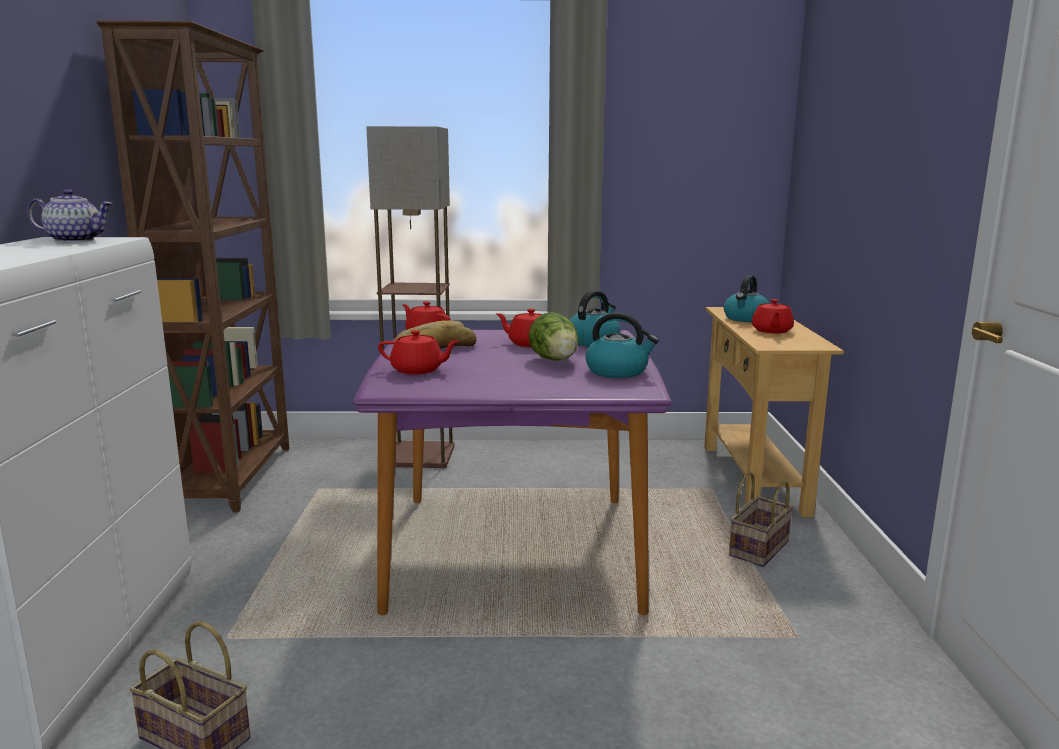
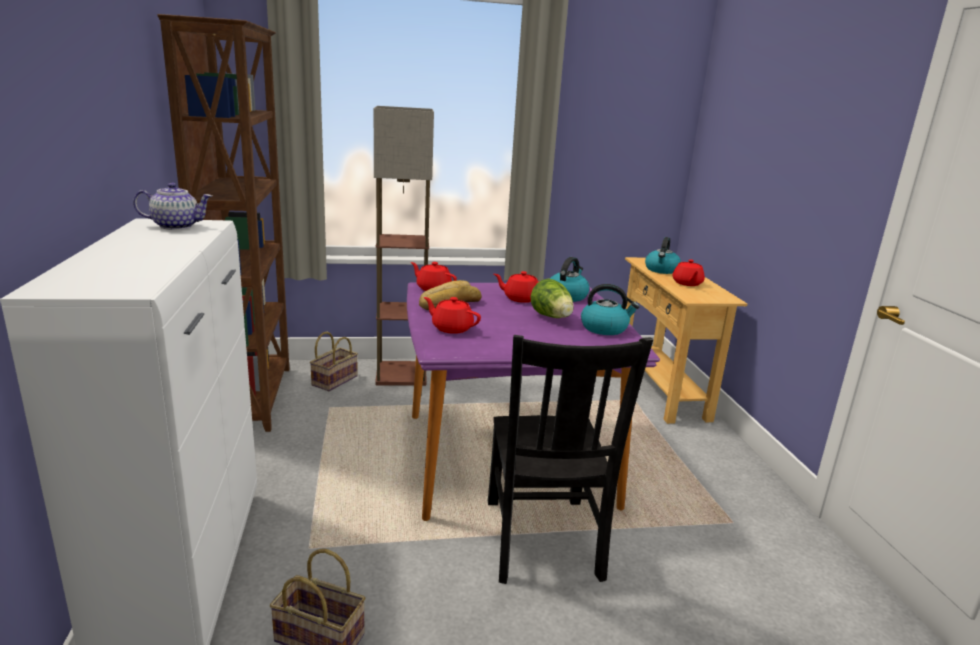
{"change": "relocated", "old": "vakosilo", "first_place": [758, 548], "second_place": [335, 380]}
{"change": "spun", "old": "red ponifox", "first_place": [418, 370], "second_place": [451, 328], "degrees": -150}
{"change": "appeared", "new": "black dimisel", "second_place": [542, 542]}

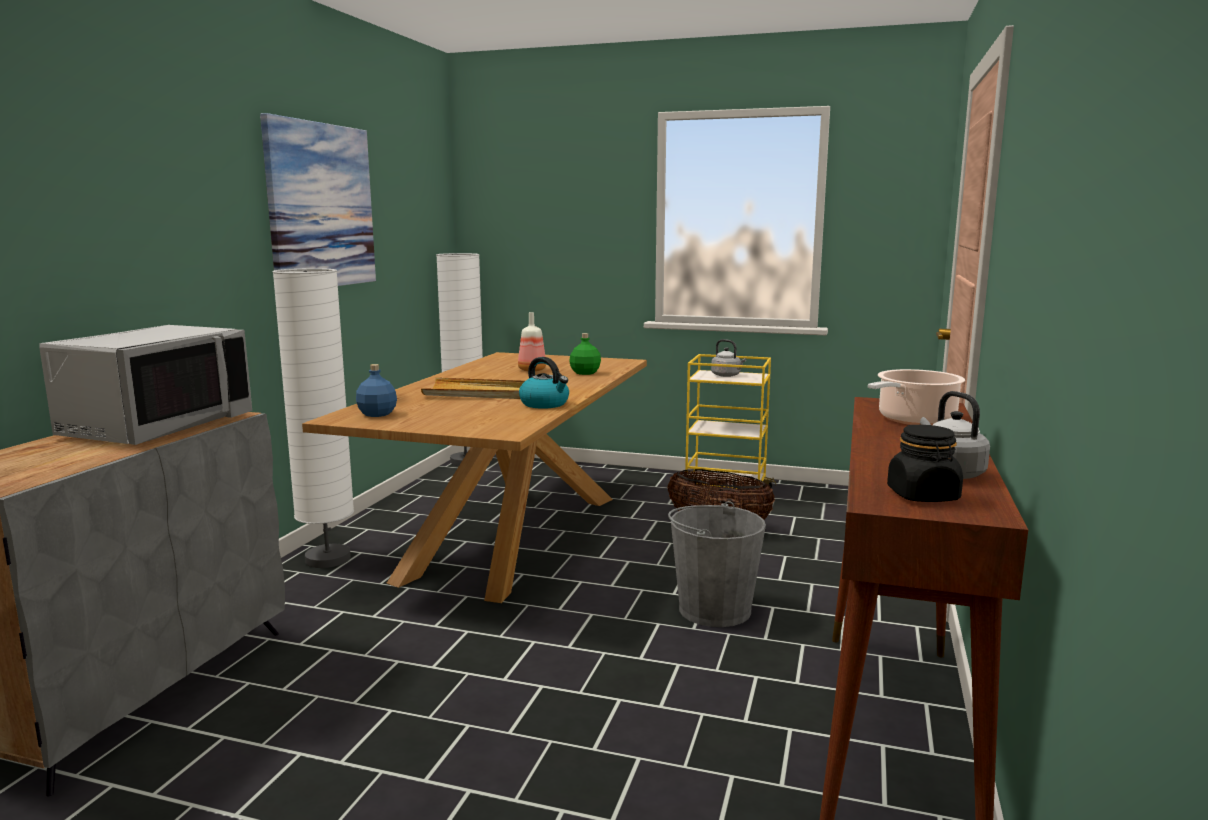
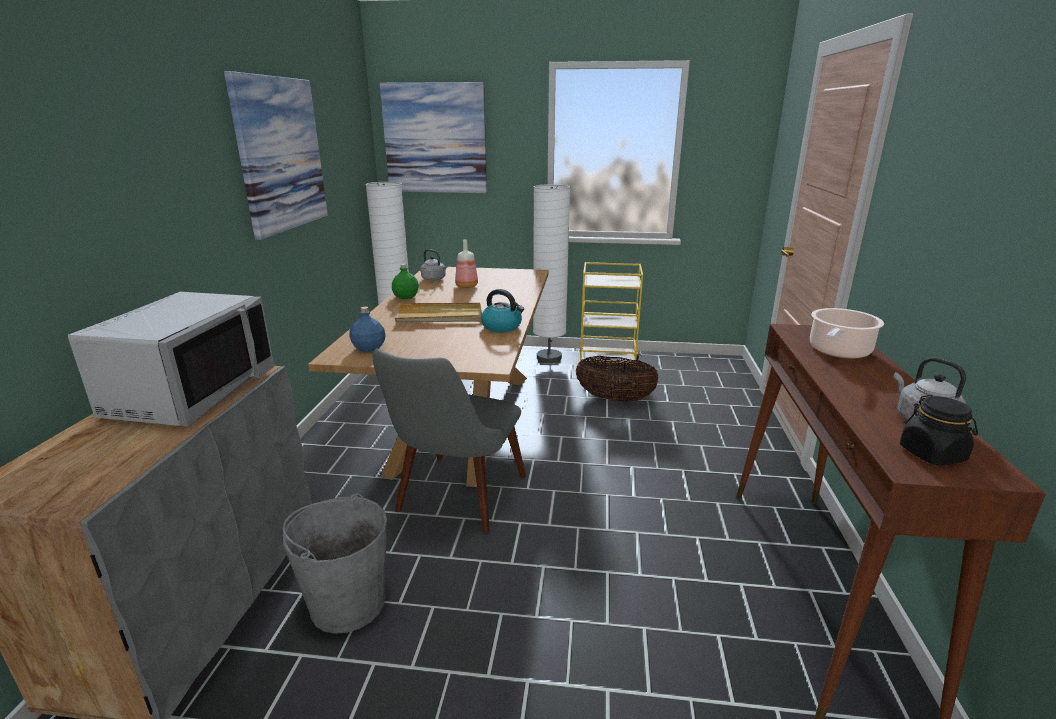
{"change": "relocated", "old": "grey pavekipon", "first_place": [714, 609], "second_place": [347, 603]}
{"change": "appeared", "new": "grey dimisel", "second_place": [455, 502]}
{"change": "appeared", "new": "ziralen", "second_place": [435, 139]}
{"change": "relocated", "old": "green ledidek", "first_place": [585, 373], "second_place": [405, 296]}
{"change": "relocated", "old": "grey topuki", "first_place": [727, 375], "second_place": [435, 279]}
{"change": "relocated", "old": "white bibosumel", "first_place": [328, 559], "second_place": [549, 358]}

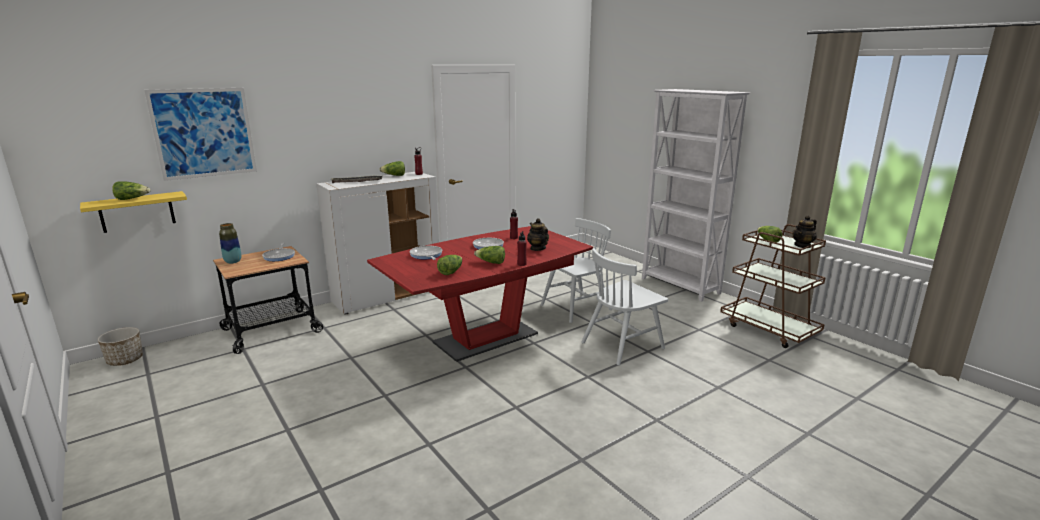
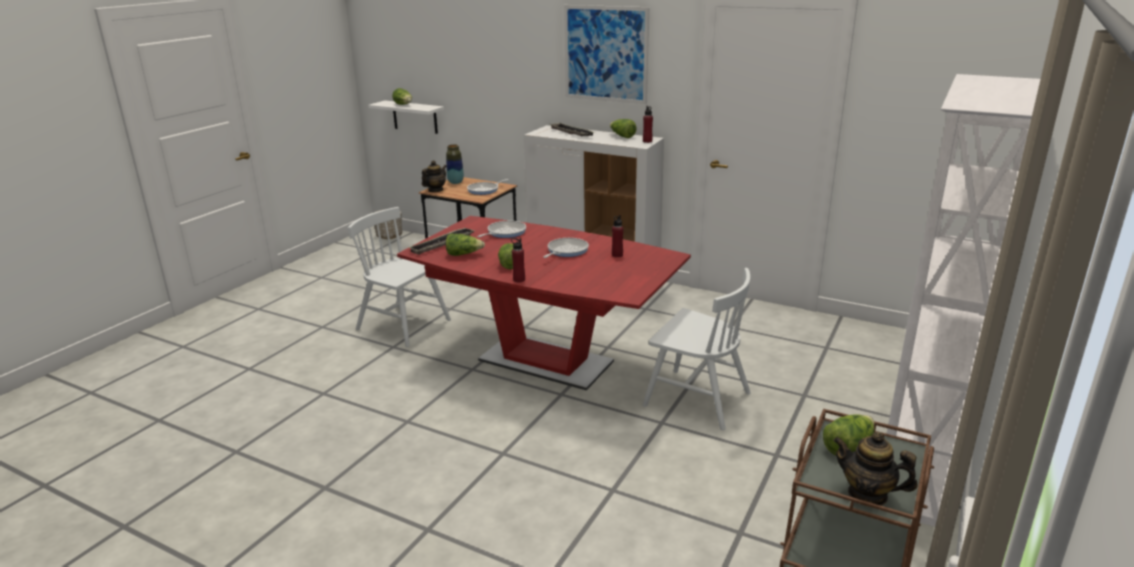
{"change": "relocated", "old": "white dimisel", "first_place": [622, 345], "second_place": [404, 325]}
{"change": "colour", "old": "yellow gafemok", "new": "white gafemok", "first_place": [137, 212], "second_place": [415, 117]}
{"change": "appeared", "new": "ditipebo", "second_place": [442, 244]}
{"change": "relocated", "old": "ponifox", "first_place": [537, 248], "second_place": [435, 190]}
{"change": "relocated", "old": "ziralen", "first_place": [204, 133], "second_place": [605, 54]}

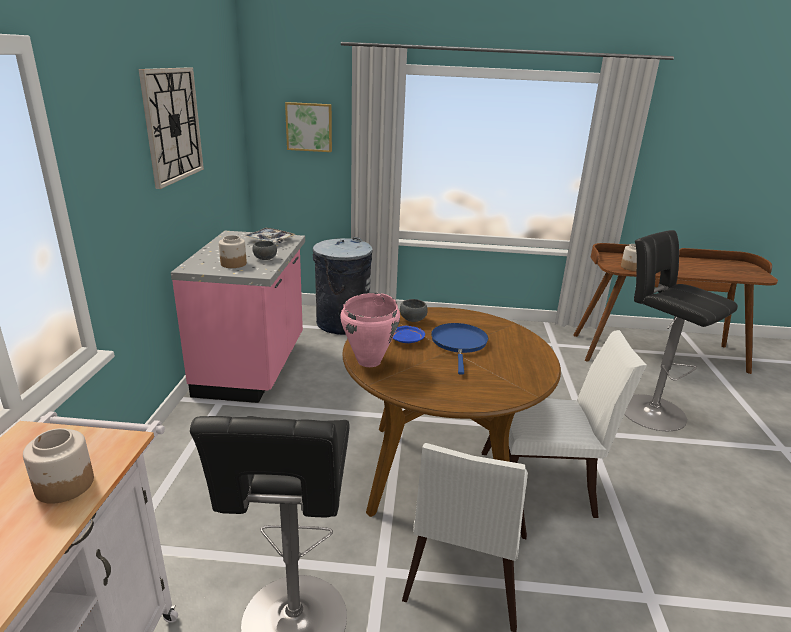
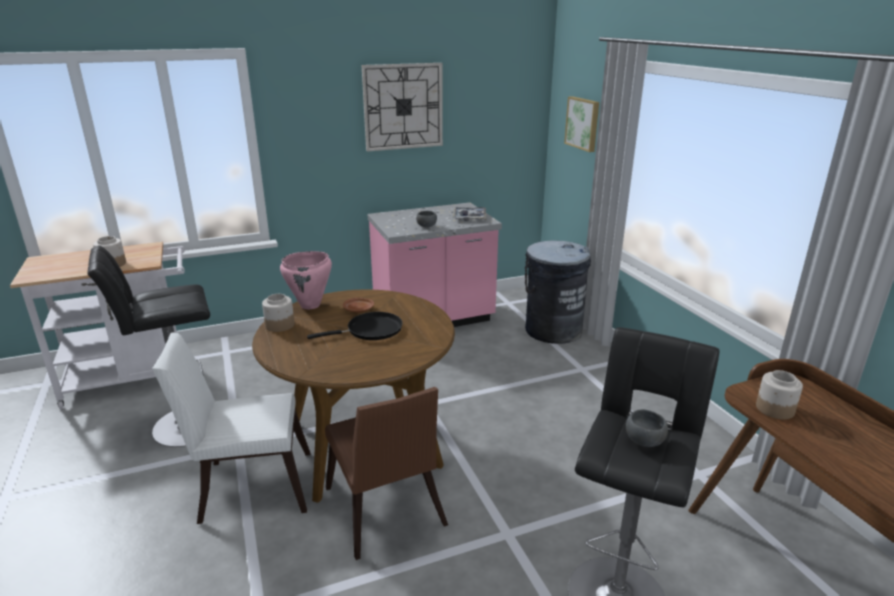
{"change": "relocated", "old": "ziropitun", "first_place": [233, 264], "second_place": [279, 325]}
{"change": "colour", "old": "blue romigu", "new": "black romigu", "first_place": [459, 344], "second_place": [370, 330]}
{"change": "colour", "old": "white dimisel", "new": "brown dimisel", "first_place": [545, 485], "second_place": [385, 513]}
{"change": "colour", "old": "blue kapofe", "new": "brown kapofe", "first_place": [407, 340], "second_place": [359, 310]}
{"change": "relocated", "old": "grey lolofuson", "first_place": [412, 320], "second_place": [643, 441]}

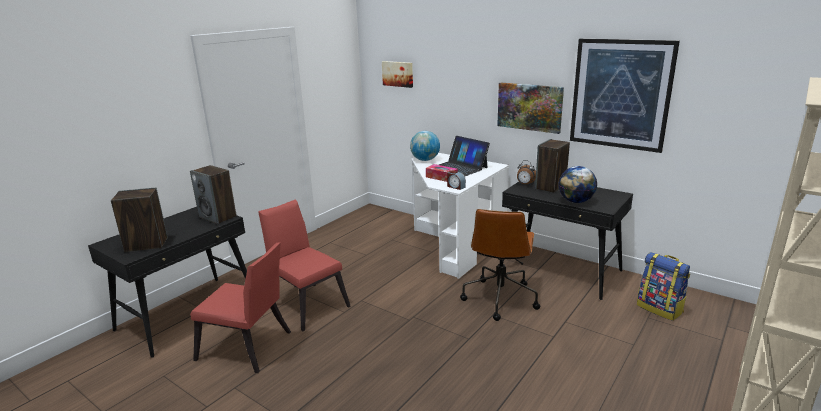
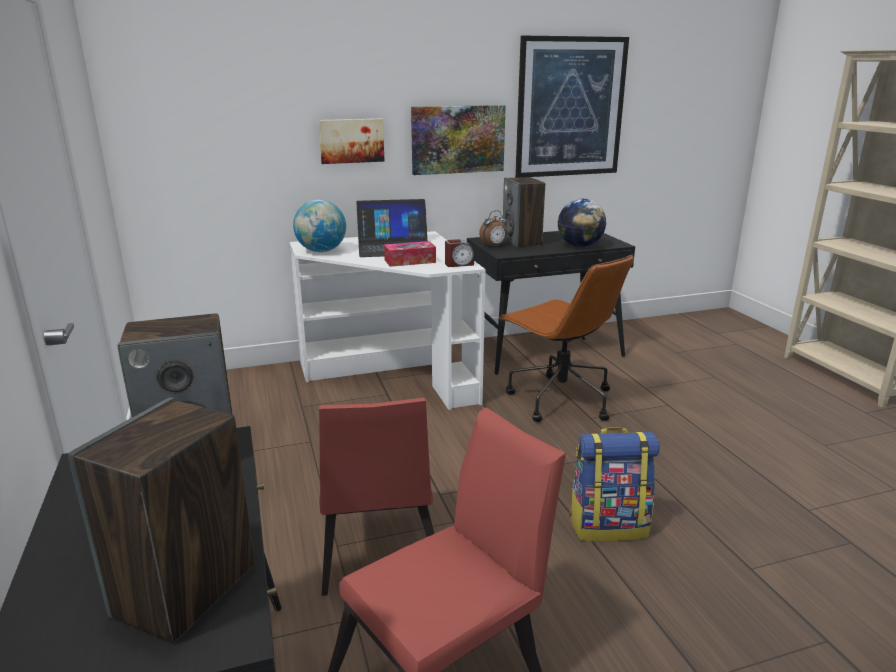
{"change": "relocated", "old": "ziralen", "first_place": [398, 74], "second_place": [351, 140]}
{"change": "spun", "old": "red dimisel", "first_place": [306, 303], "second_place": [378, 551], "degrees": -90}
{"change": "relocated", "old": "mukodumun", "first_place": [660, 309], "second_place": [608, 525]}

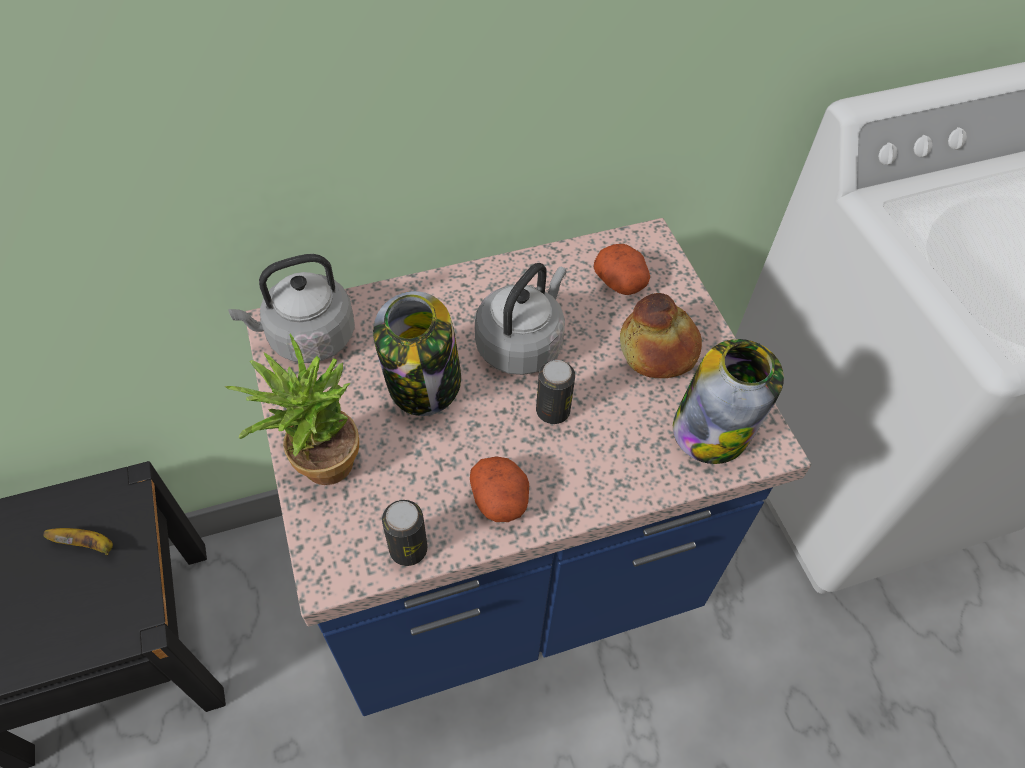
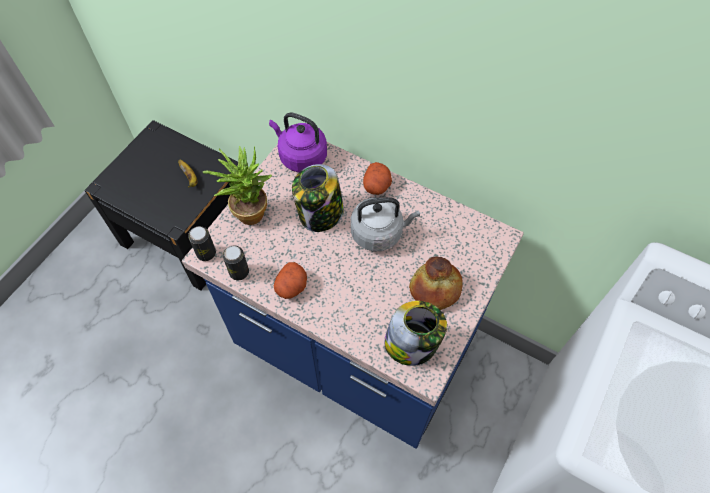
{"change": "relocated", "old": "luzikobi", "first_place": [553, 411], "second_place": [206, 253]}
{"change": "colour", "old": "grey topuki", "new": "purple topuki", "first_place": [307, 338], "second_place": [301, 157]}
{"change": "relocated", "old": "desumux", "first_place": [621, 282], "second_place": [377, 186]}

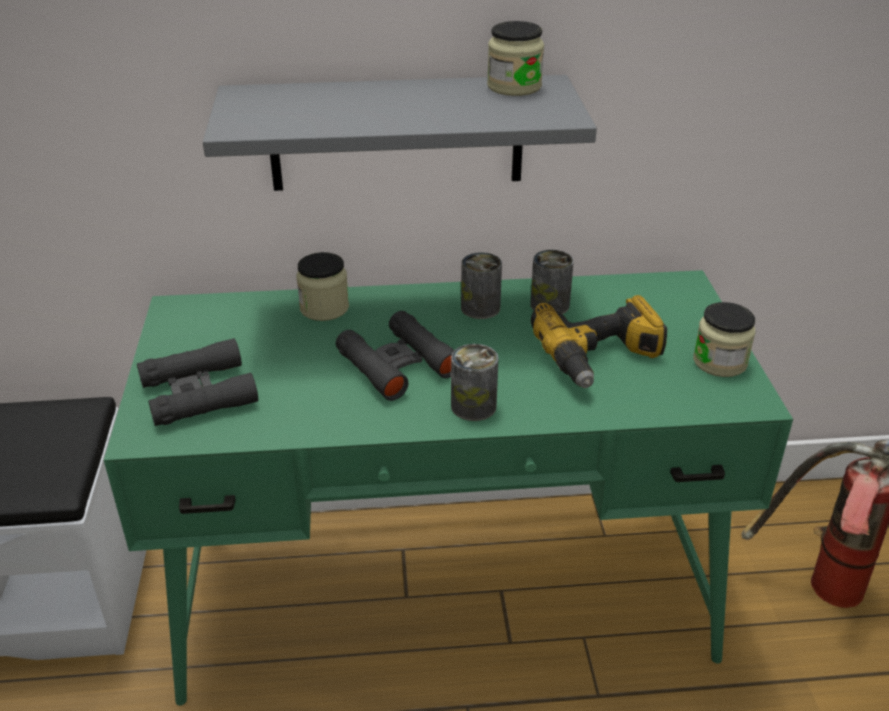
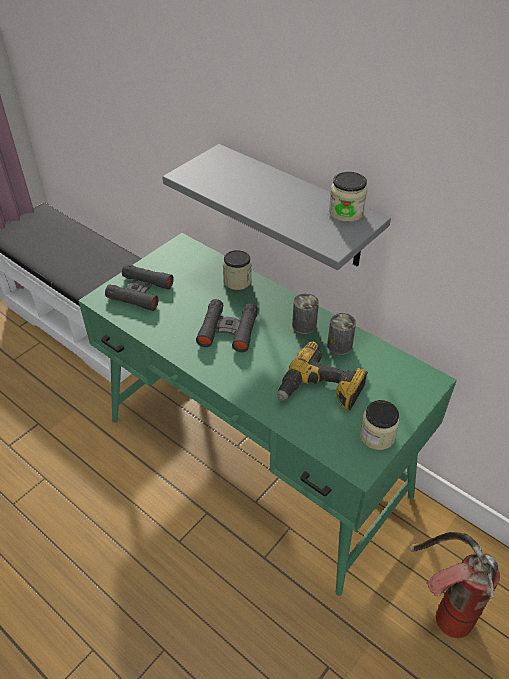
{"change": "missing", "old": "luzikobi", "first_place": [473, 406]}

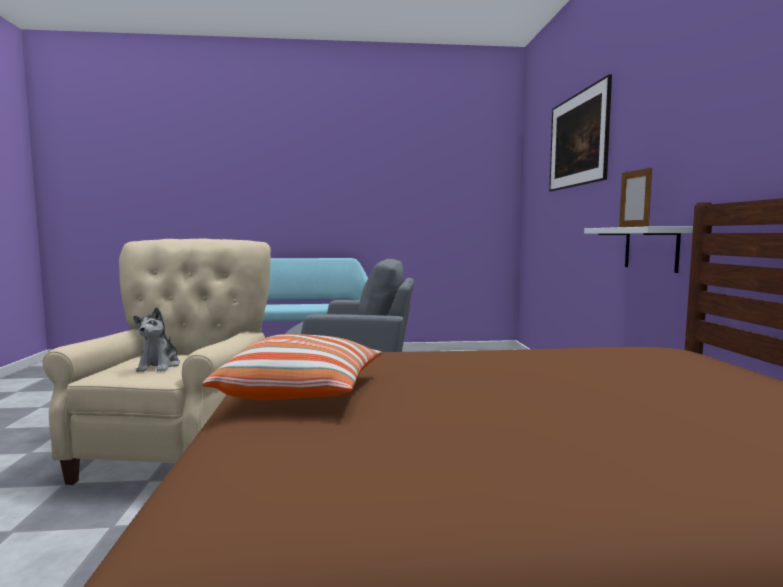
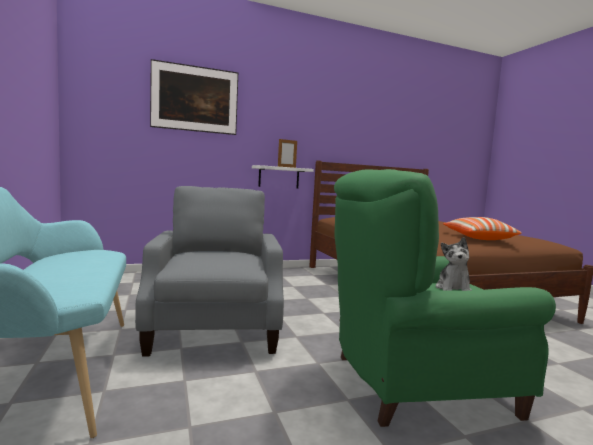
{"change": "colour", "old": "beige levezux", "new": "green levezux", "first_place": [179, 450], "second_place": [413, 384]}
{"change": "spun", "old": "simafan", "first_place": [159, 366], "second_place": [453, 289], "degrees": 120}

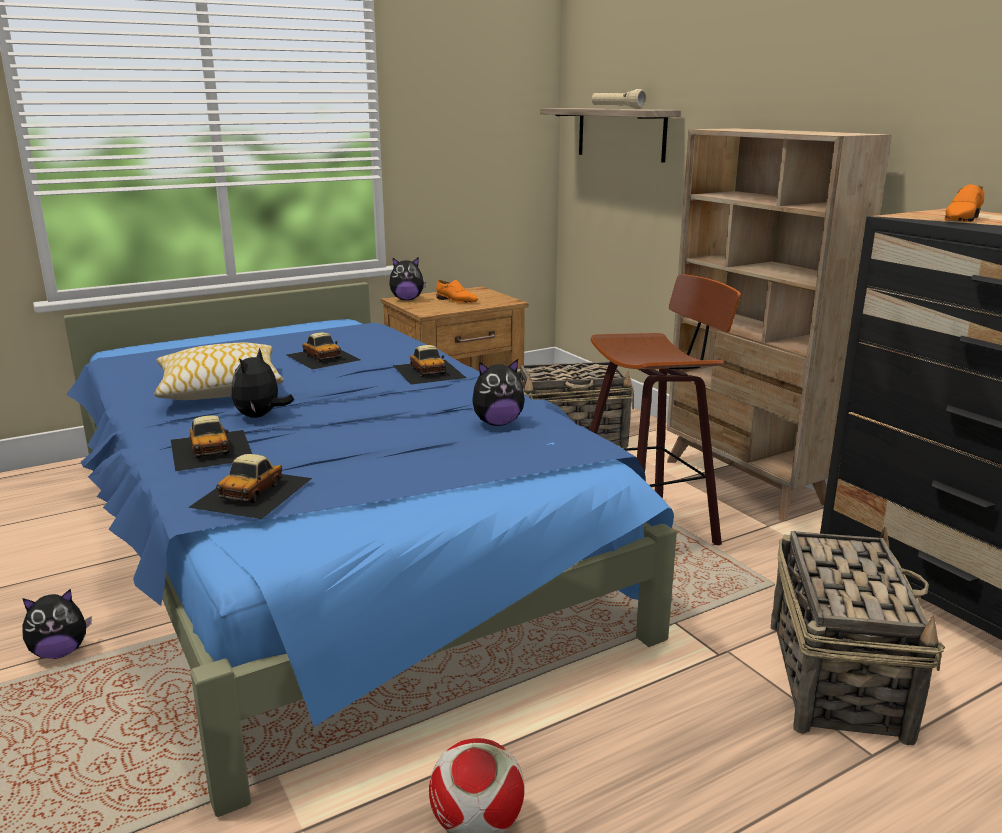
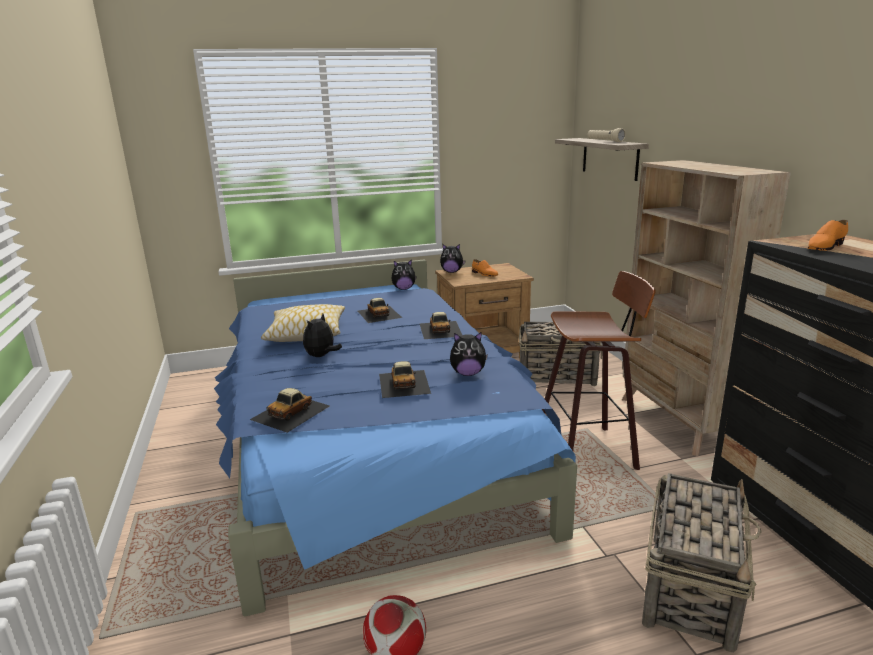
{"change": "relocated", "old": "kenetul", "first_place": [211, 449], "second_place": [404, 383]}
{"change": "relocated", "old": "simafan", "first_place": [60, 652], "second_place": [404, 289]}

